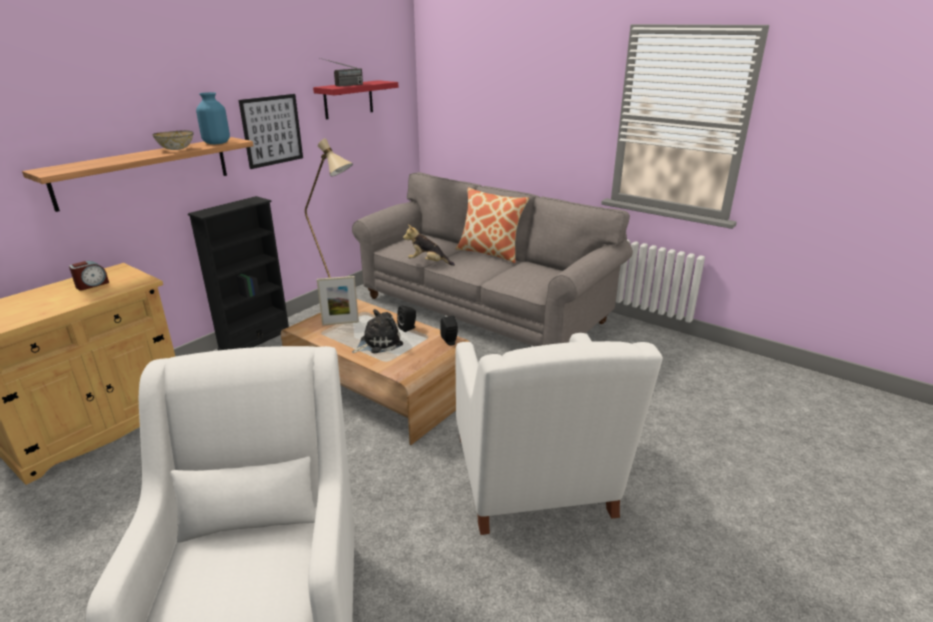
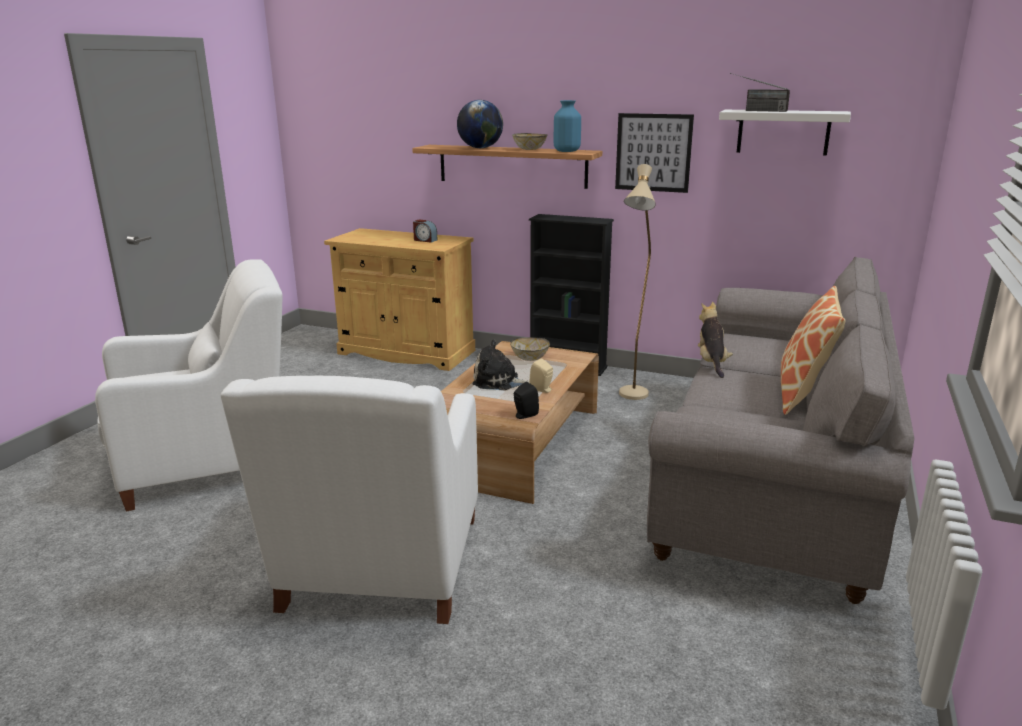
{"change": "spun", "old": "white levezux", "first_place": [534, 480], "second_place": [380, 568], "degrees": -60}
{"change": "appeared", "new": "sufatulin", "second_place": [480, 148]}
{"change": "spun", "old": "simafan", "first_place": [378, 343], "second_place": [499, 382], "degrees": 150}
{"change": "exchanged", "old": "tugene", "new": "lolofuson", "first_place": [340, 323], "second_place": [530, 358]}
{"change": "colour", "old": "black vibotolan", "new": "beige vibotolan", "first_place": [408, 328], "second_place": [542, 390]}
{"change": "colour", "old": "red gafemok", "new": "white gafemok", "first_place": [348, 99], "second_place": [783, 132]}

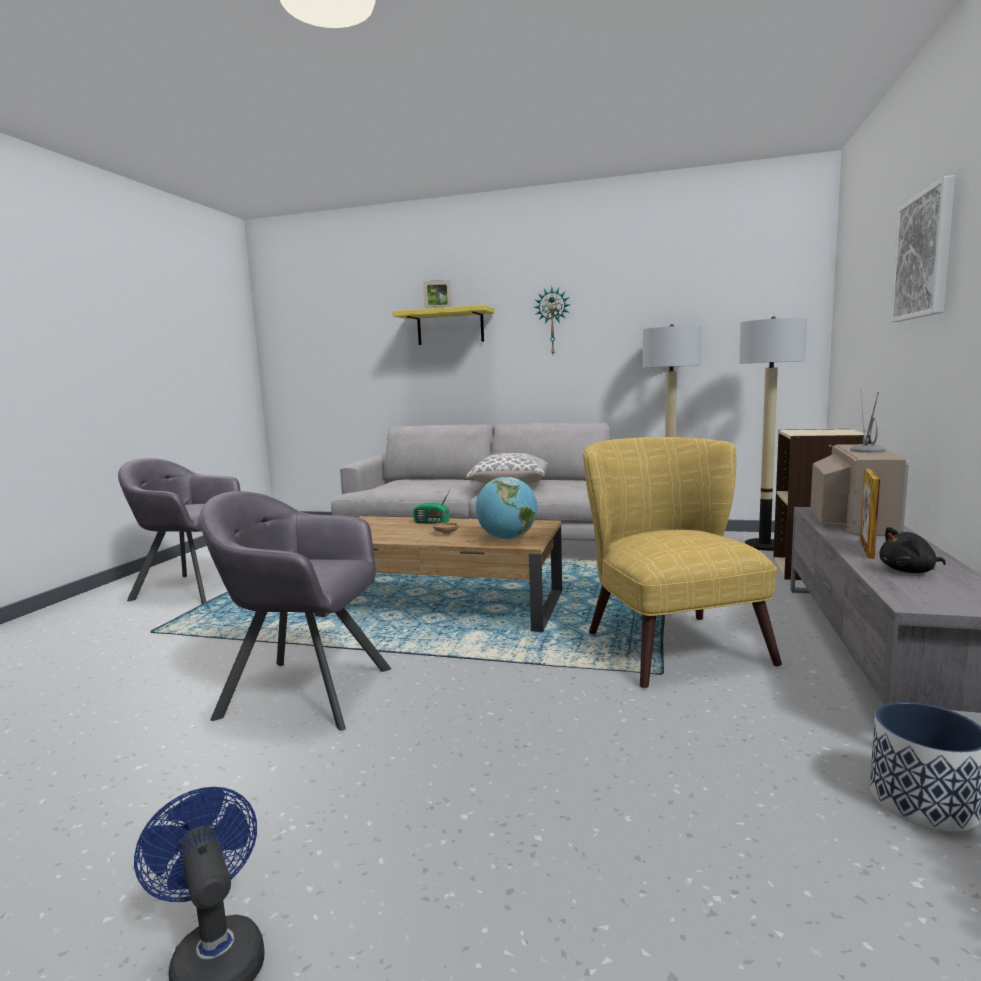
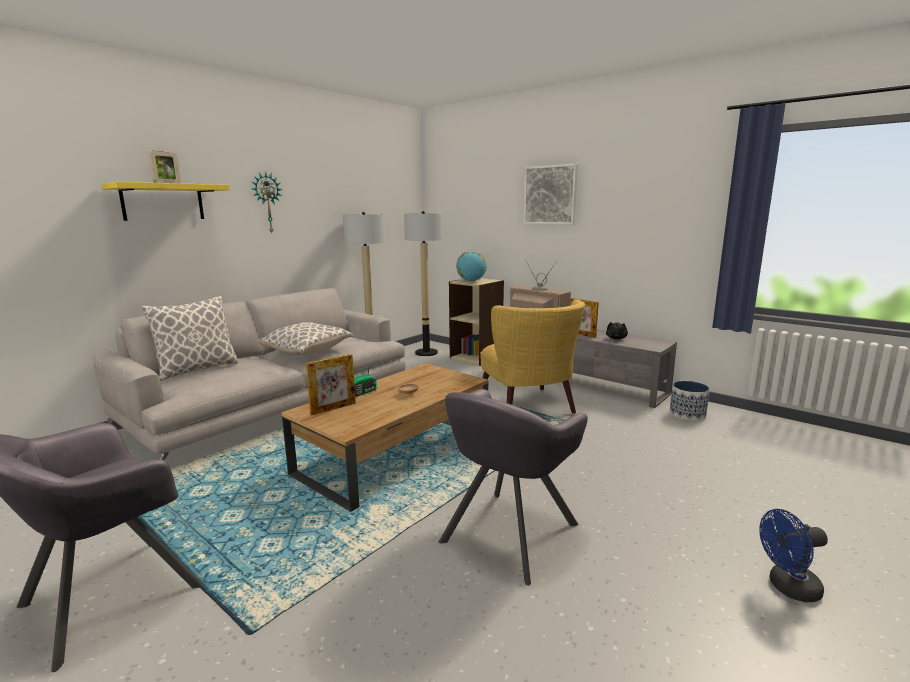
{"change": "appeared", "new": "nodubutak", "second_place": [197, 369]}
{"change": "appeared", "new": "tugene", "second_place": [333, 408]}
{"change": "relocated", "old": "sufatulin", "first_place": [507, 538], "second_place": [471, 281]}
{"change": "spun", "old": "yellow levezux", "first_place": [667, 641], "second_place": [529, 409], "degrees": -120}

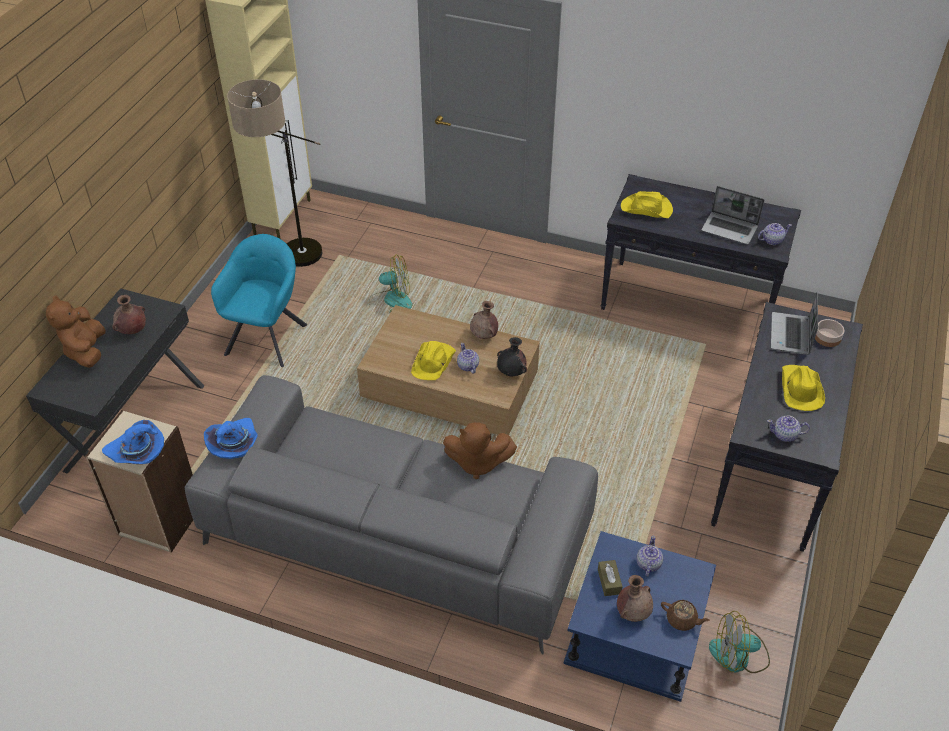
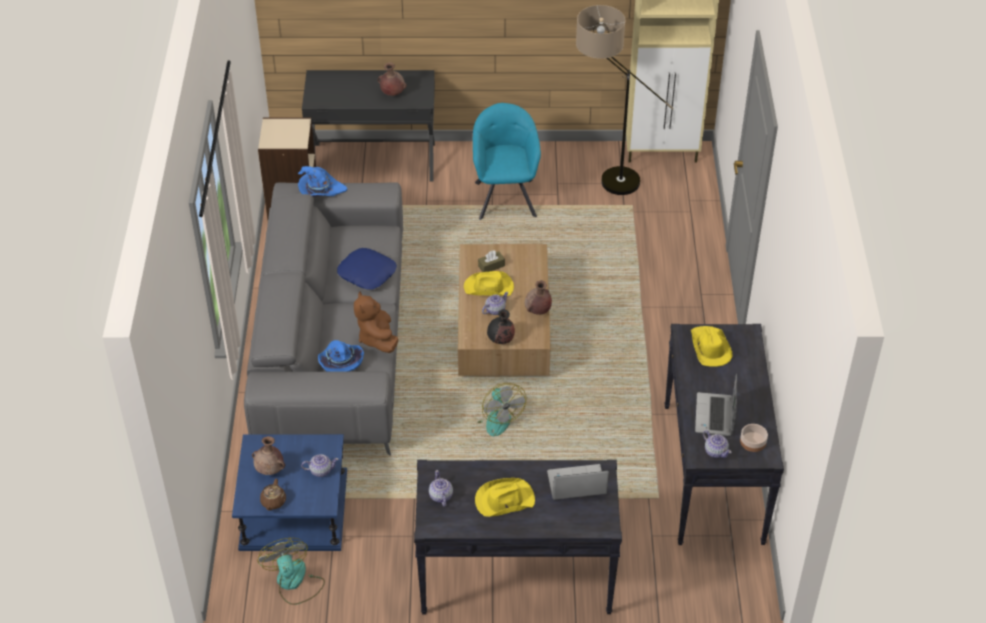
{"change": "relocated", "old": "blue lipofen", "first_place": [137, 452], "second_place": [340, 362]}
{"change": "appeared", "new": "blue nodubutak", "second_place": [367, 273]}
{"change": "spun", "old": "turquoise levezux", "first_place": [267, 337], "second_place": [505, 197], "degrees": -90}
{"change": "relocated", "old": "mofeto", "first_place": [390, 301], "second_place": [495, 417]}
{"change": "relocated", "old": "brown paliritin", "first_place": [609, 581], "second_place": [491, 266]}
{"change": "relocated", "old": "lolofuson", "first_place": [827, 337], "second_place": [753, 441]}
{"change": "missing", "old": "brown simafan", "first_place": [86, 351]}

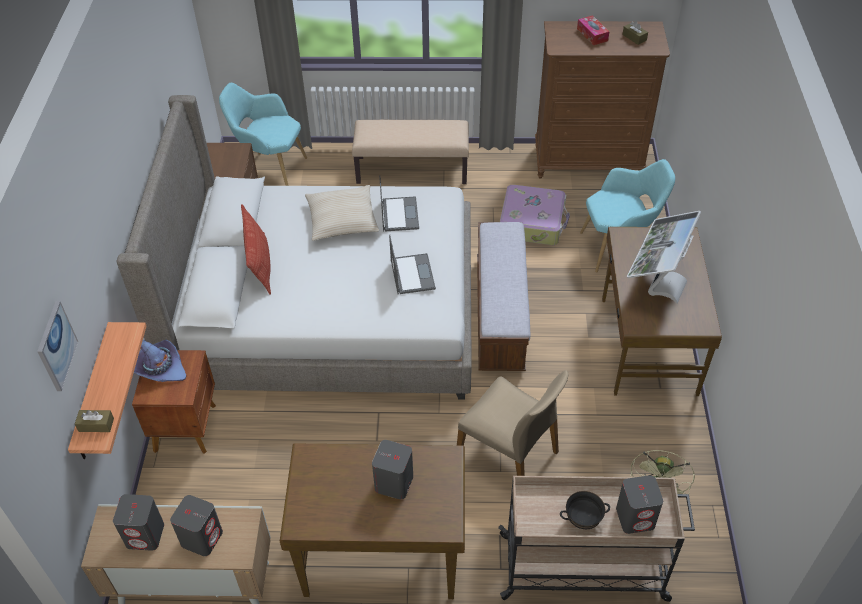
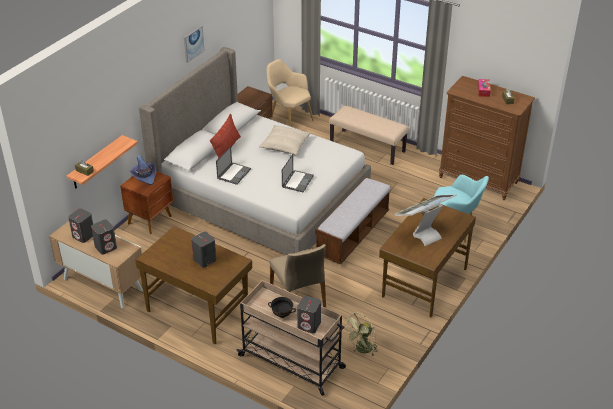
{"change": "relocated", "old": "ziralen", "first_place": [56, 346], "second_place": [193, 44]}
{"change": "relocated", "old": "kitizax", "first_place": [399, 214], "second_place": [234, 173]}
{"change": "colour", "old": "turquoise levezux", "new": "beige levezux", "first_place": [270, 169], "second_place": [288, 119]}
{"change": "missing", "old": "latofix", "first_place": [532, 222]}

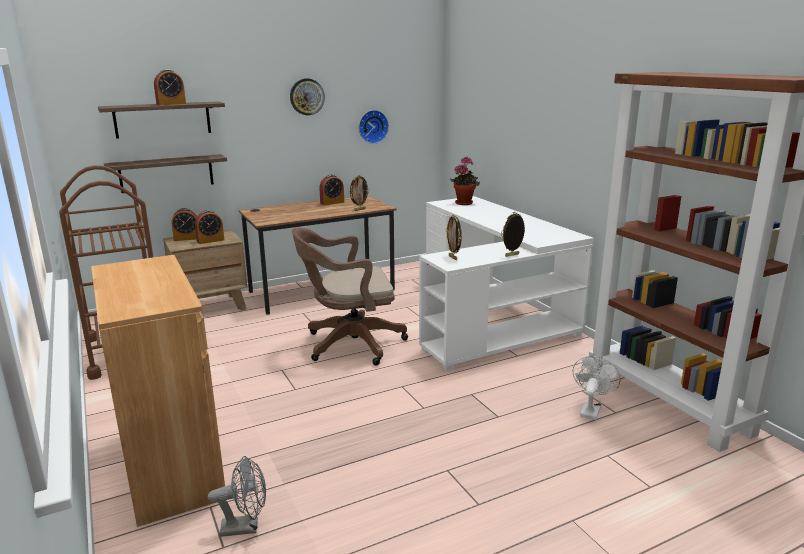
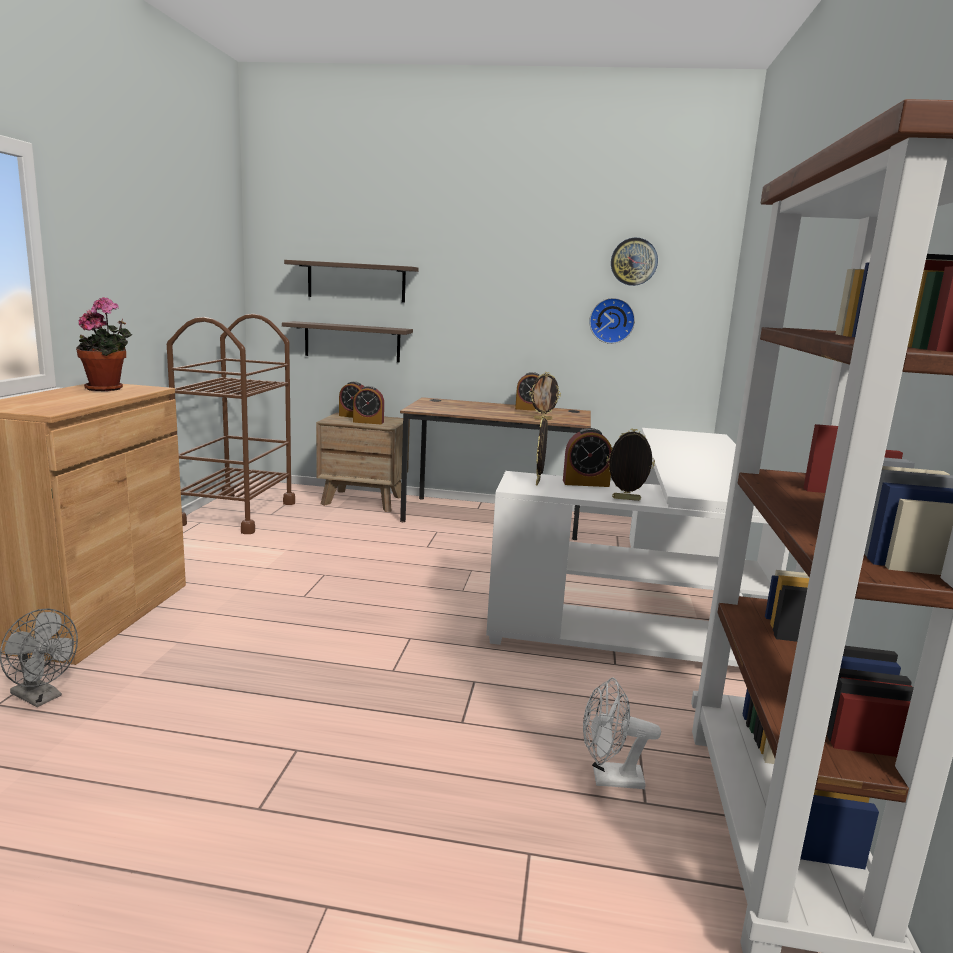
{"change": "relocated", "old": "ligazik", "first_place": [464, 203], "second_place": [108, 388]}
{"change": "relocated", "old": "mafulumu", "first_place": [171, 104], "second_place": [585, 483]}
{"change": "spun", "old": "white mofeto", "first_place": [590, 410], "second_place": [609, 779], "degrees": -150}
{"change": "relocated", "old": "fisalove", "first_place": [307, 97], "second_place": [634, 261]}
{"change": "missing", "old": "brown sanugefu", "first_place": [349, 344]}

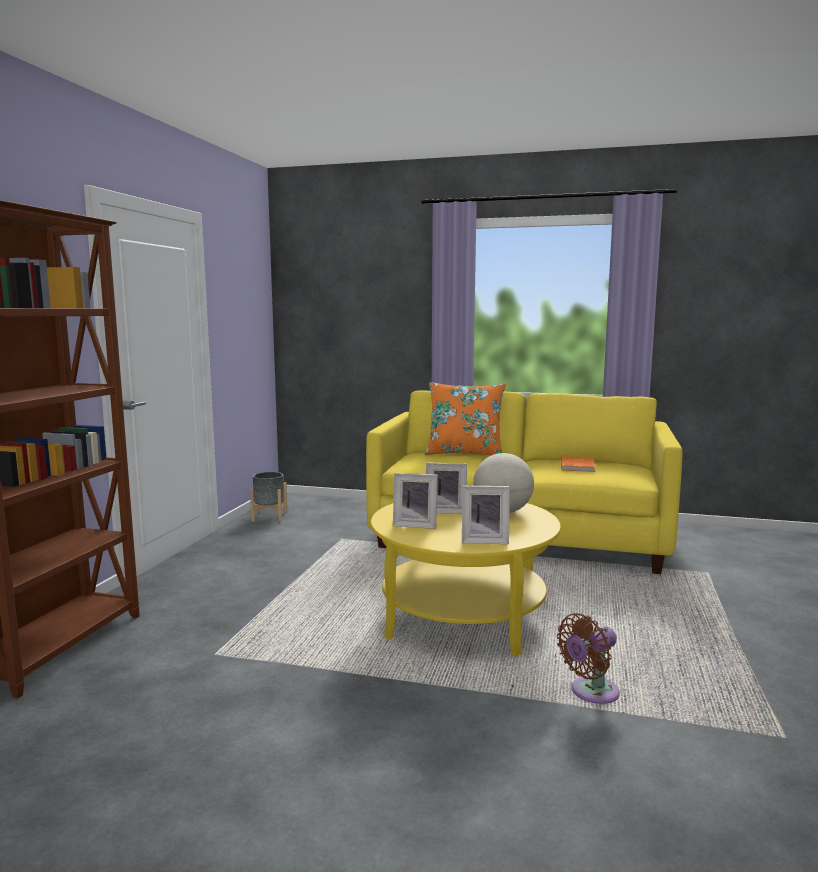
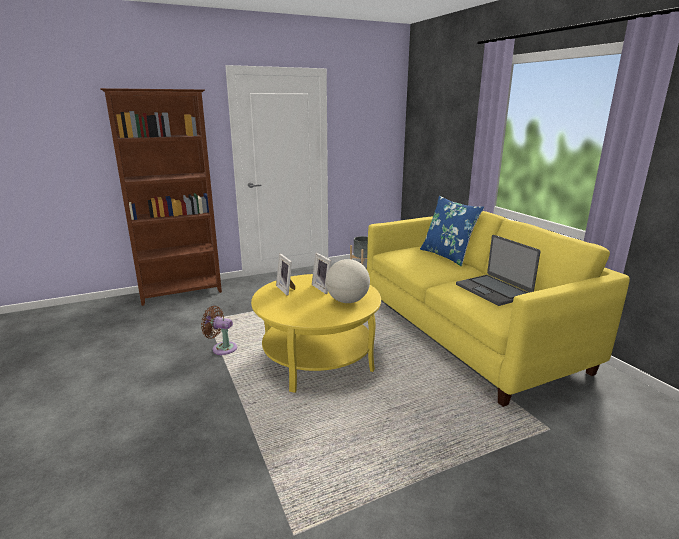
{"change": "relocated", "old": "brown mofeto", "first_place": [590, 693], "second_place": [222, 348]}
{"change": "colour", "old": "orange nodubutak", "new": "blue nodubutak", "first_place": [464, 453], "second_place": [447, 256]}
{"change": "exchanged", "old": "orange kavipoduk", "new": "kitizax", "first_place": [578, 466], "second_place": [493, 290]}
{"change": "missing", "old": "tugene", "first_place": [484, 540]}

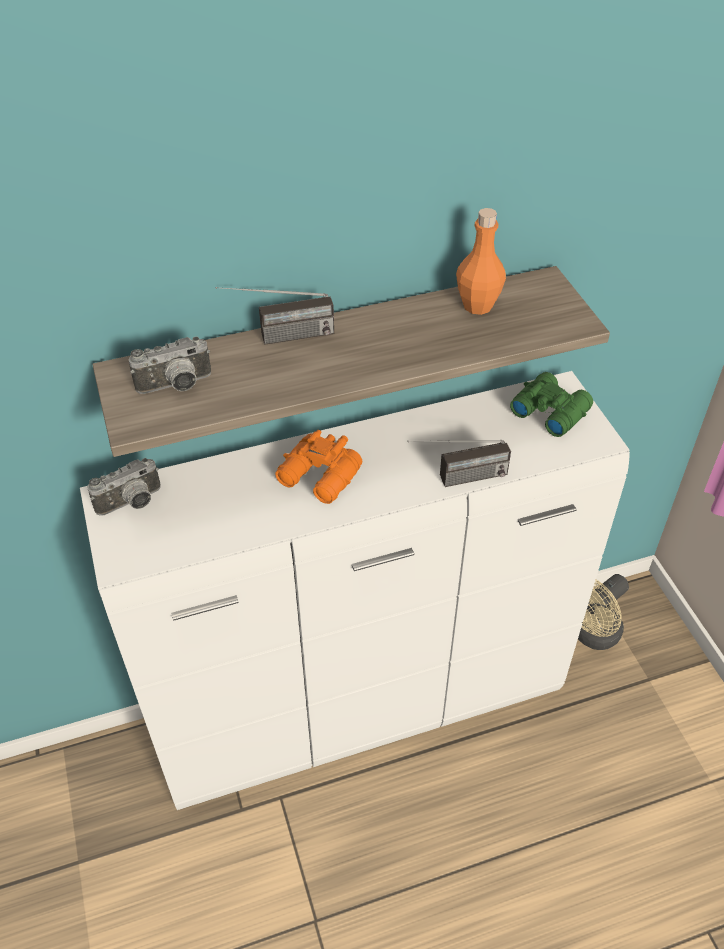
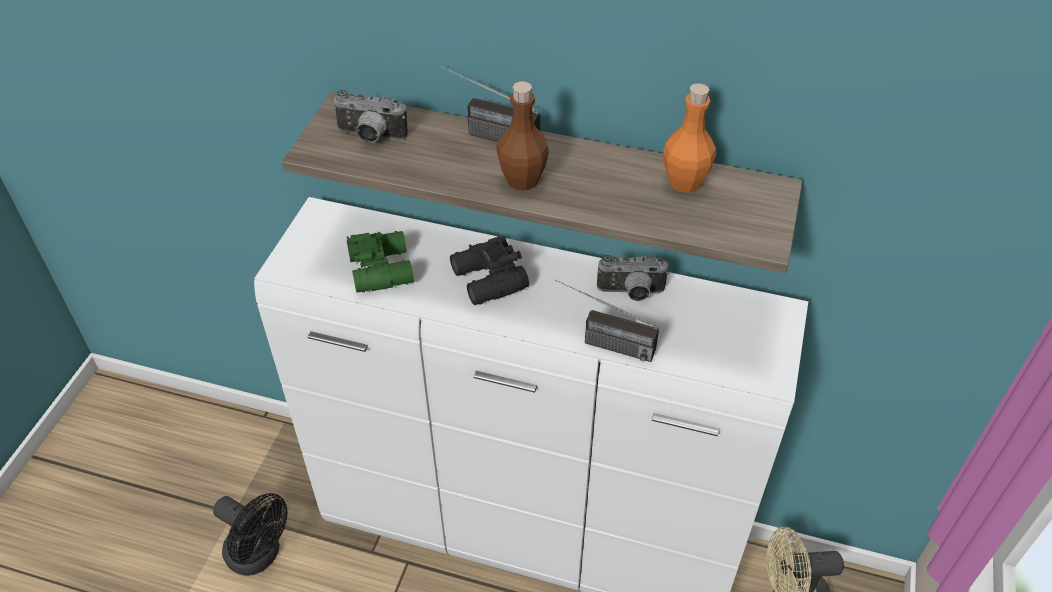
{"change": "appeared", "new": "black mofeto", "second_place": [260, 555]}
{"change": "relocated", "old": "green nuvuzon", "first_place": [549, 410], "second_place": [382, 268]}
{"change": "colour", "old": "orange nuvuzon", "new": "black nuvuzon", "first_place": [319, 478], "second_place": [488, 281]}
{"change": "appeared", "new": "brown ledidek", "second_place": [522, 180]}
{"change": "relocated", "old": "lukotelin", "first_place": [132, 504], "second_place": [631, 293]}

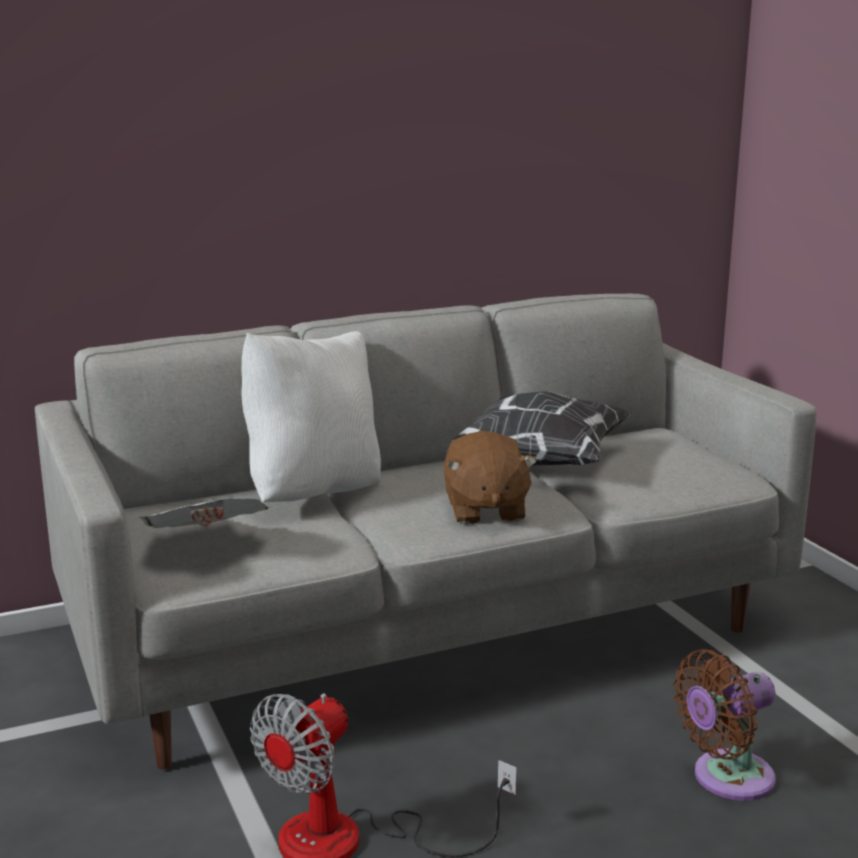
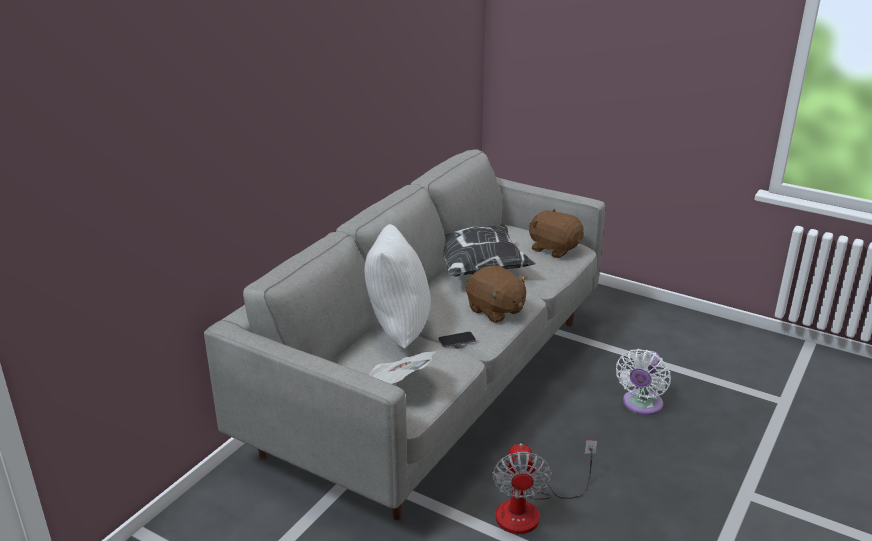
{"change": "appeared", "new": "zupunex", "second_place": [456, 340]}
{"change": "appeared", "new": "brown simafan", "second_place": [554, 248]}
{"change": "colour", "old": "brown mofeto", "new": "white mofeto", "first_place": [726, 778], "second_place": [641, 405]}

